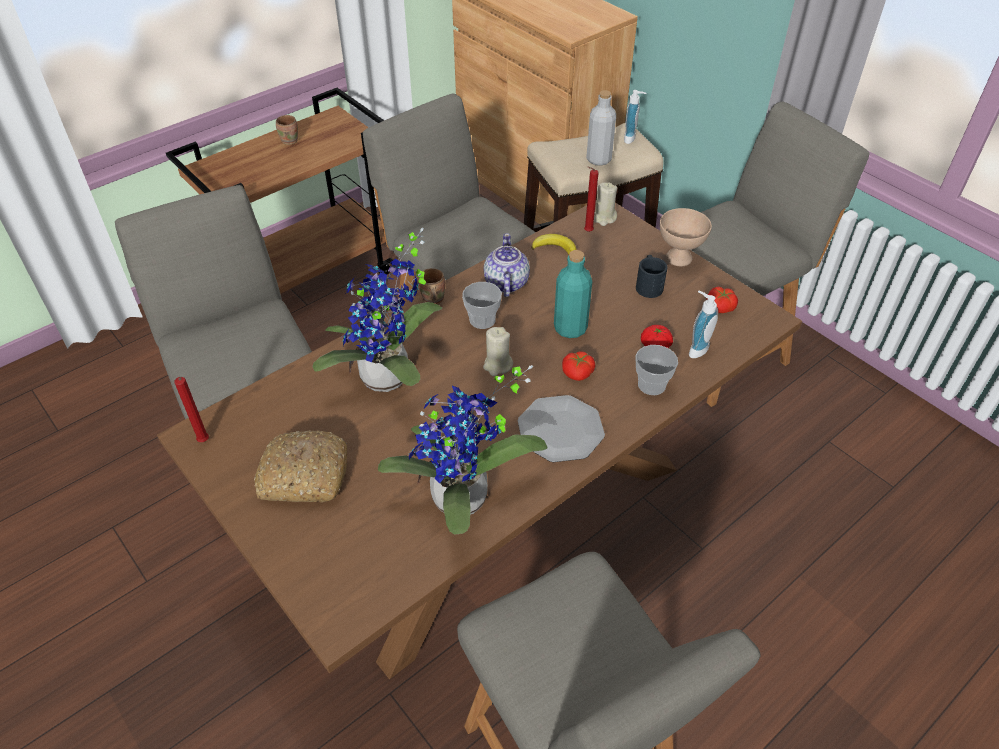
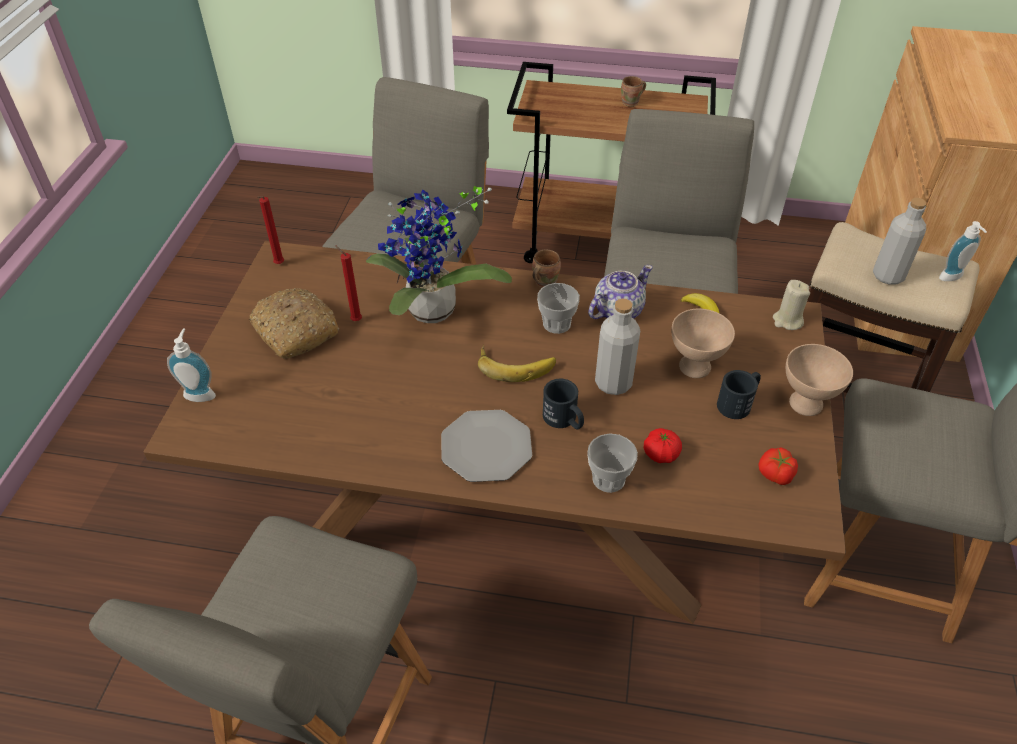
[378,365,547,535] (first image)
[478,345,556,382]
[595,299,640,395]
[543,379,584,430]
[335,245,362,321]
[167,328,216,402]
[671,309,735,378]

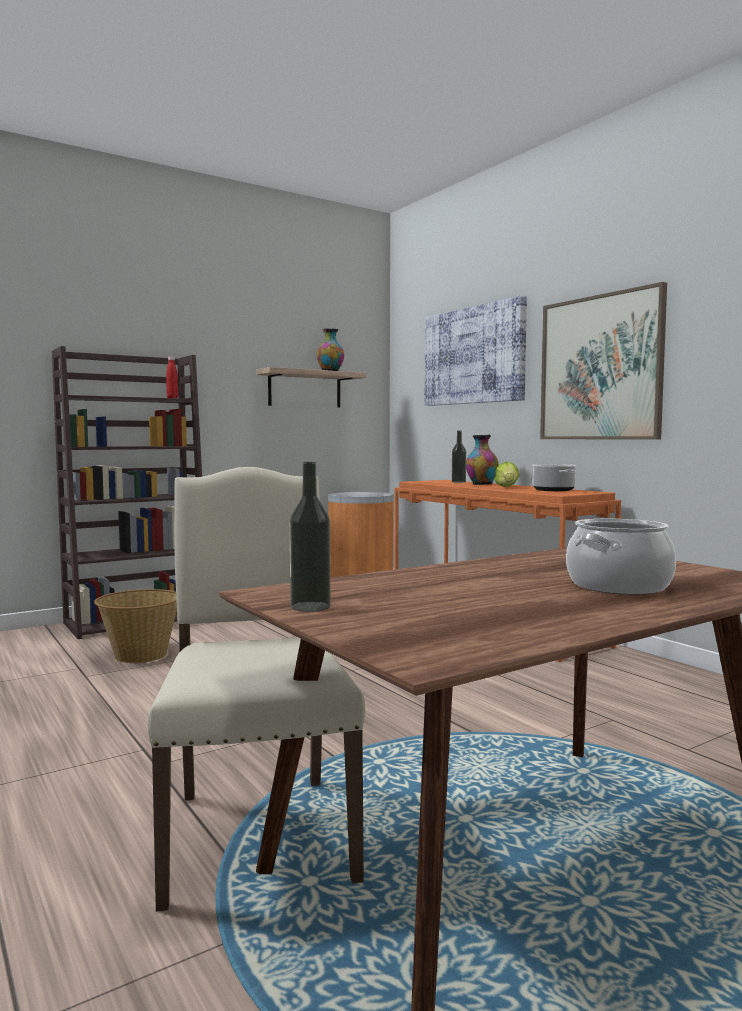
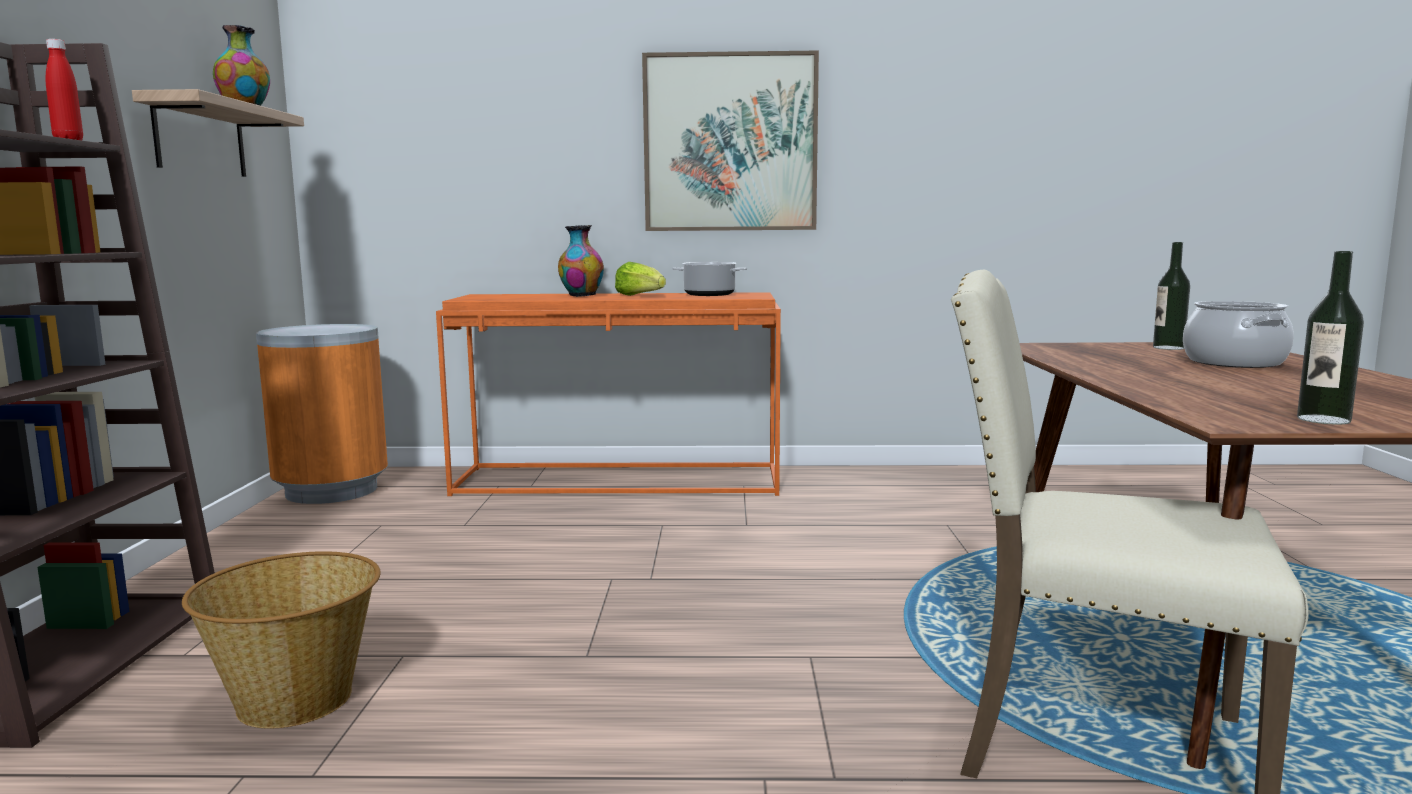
[425,296,527,406] (first image)
[1153,242,1190,350]

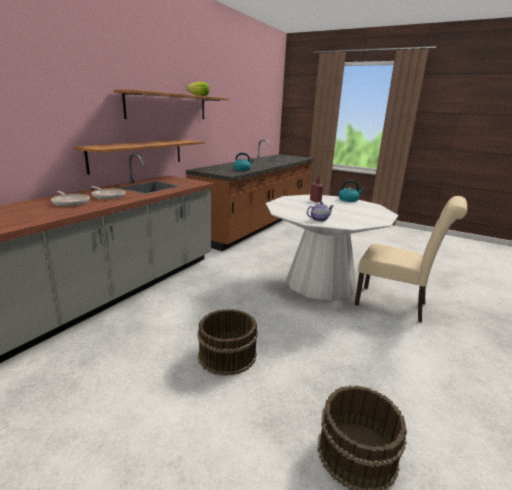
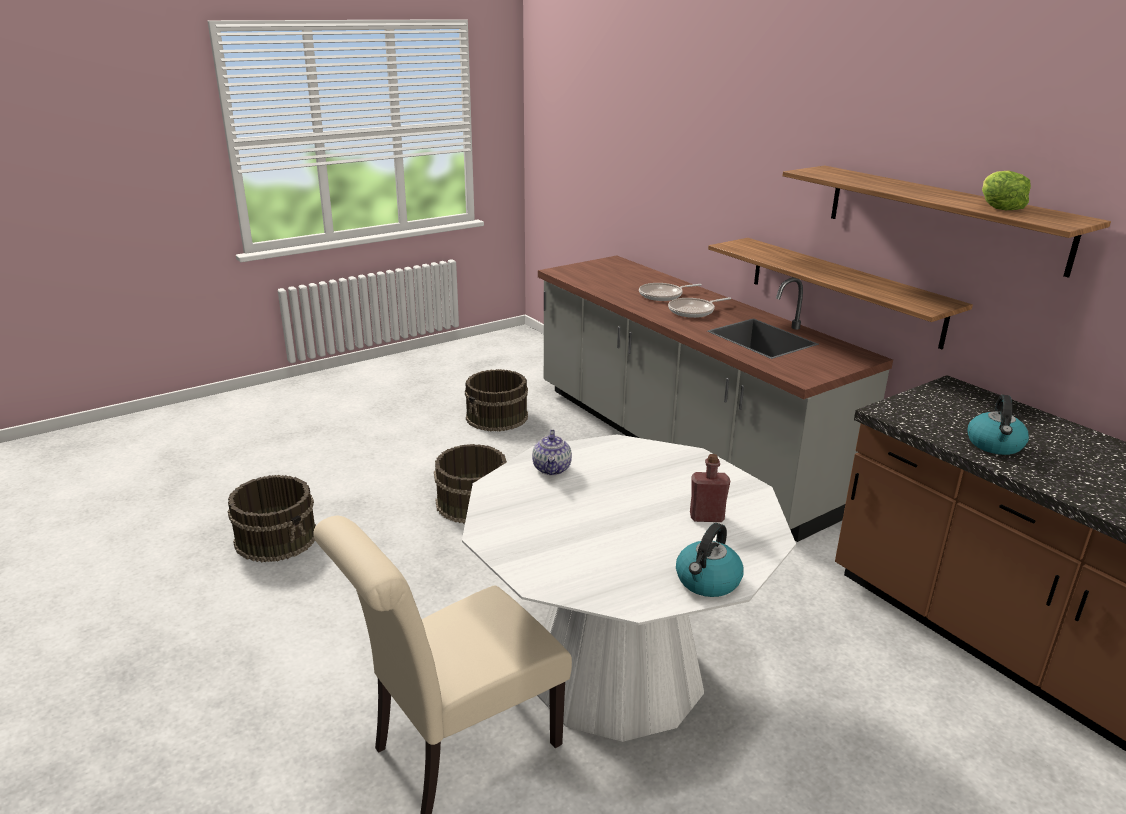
[465,369,528,431]

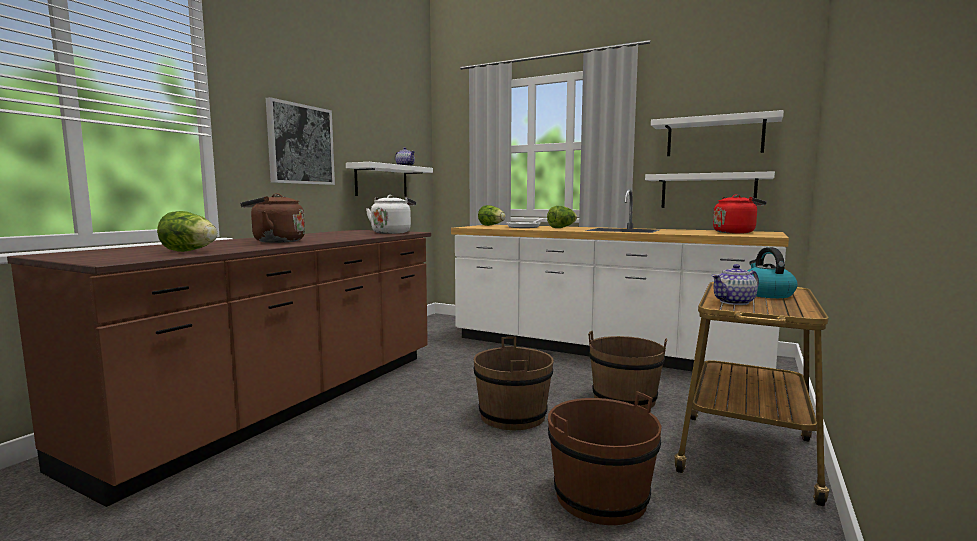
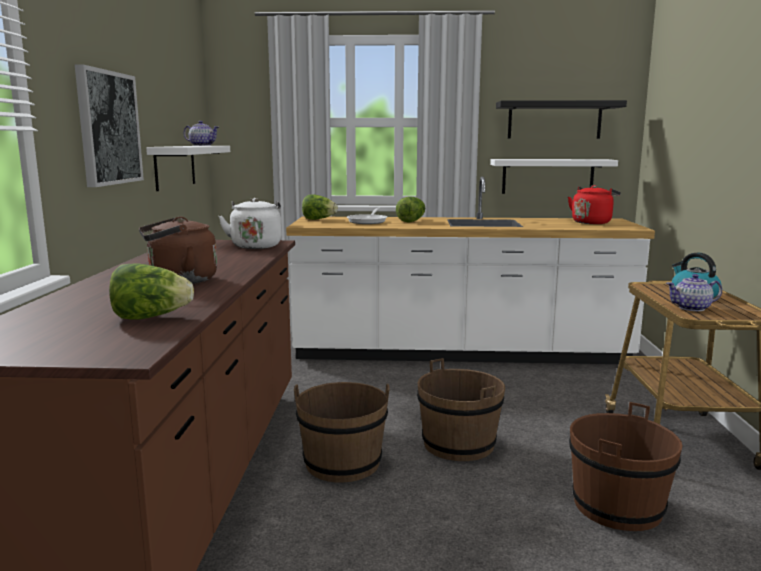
[294,382,390,482]
[496,100,627,139]
[666,274,722,311]

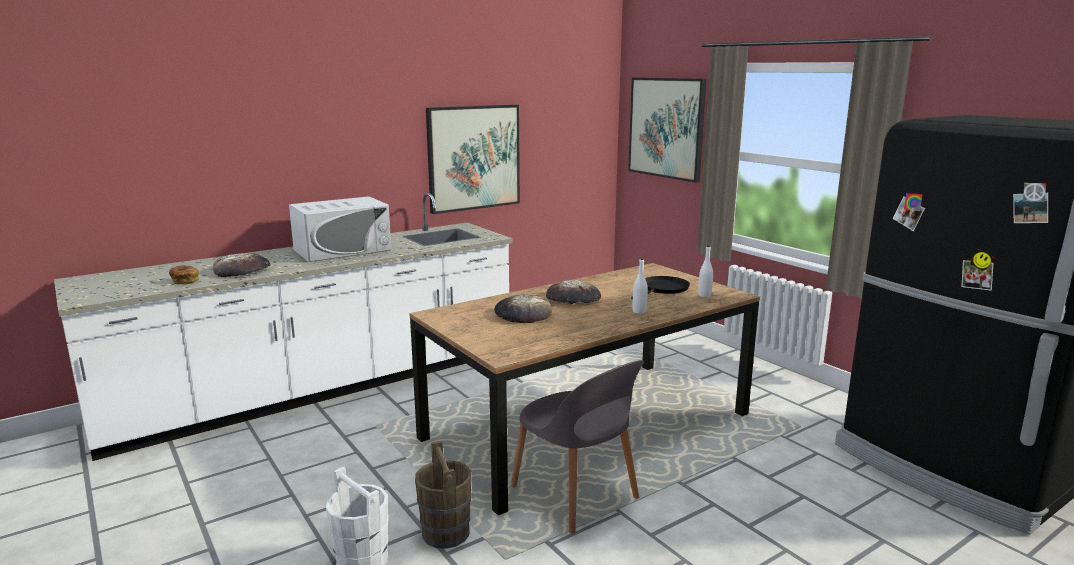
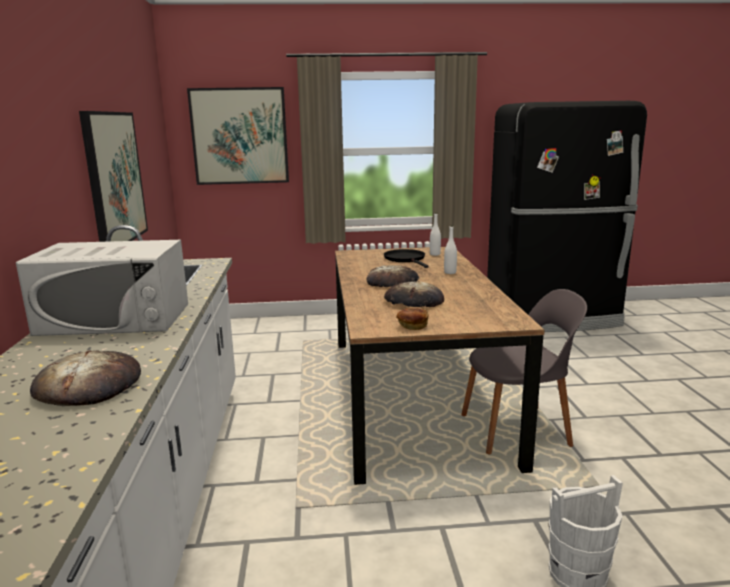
[396,308,429,330]
[16,240,188,336]
[415,441,472,549] (first image)

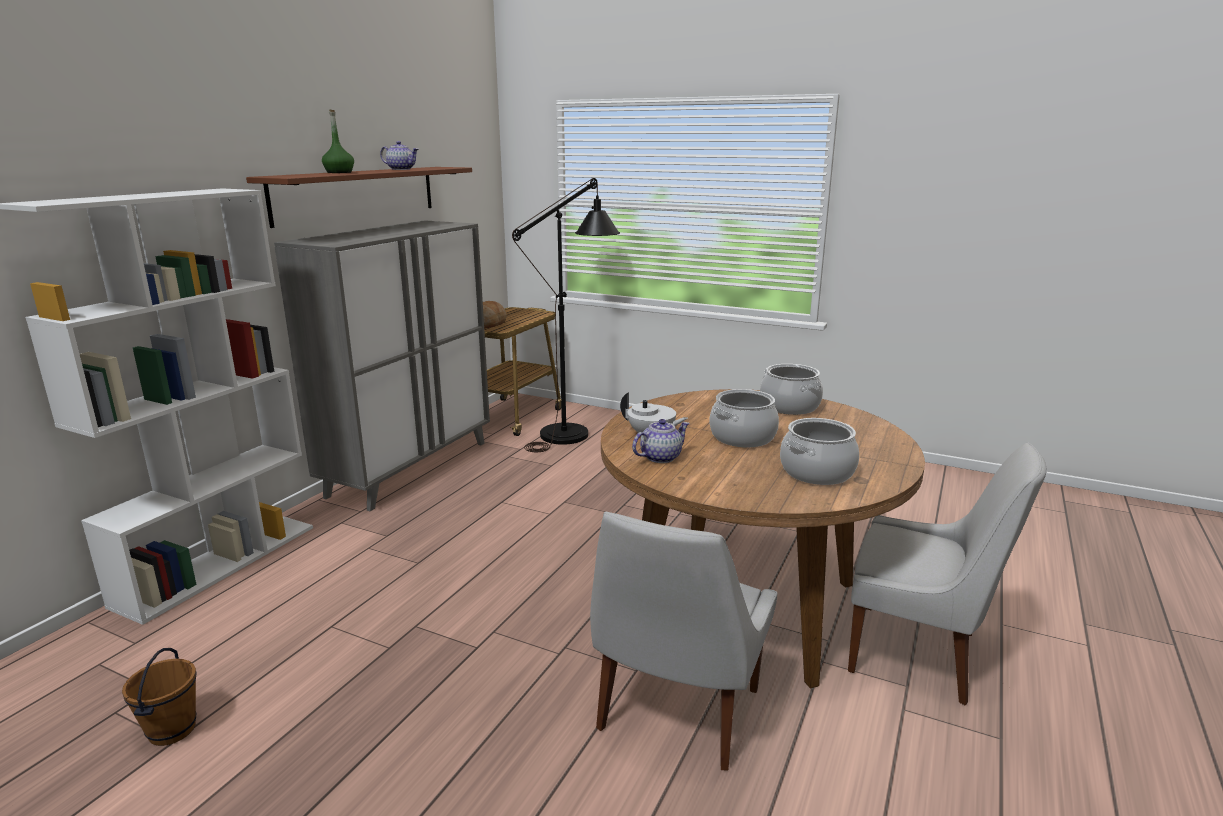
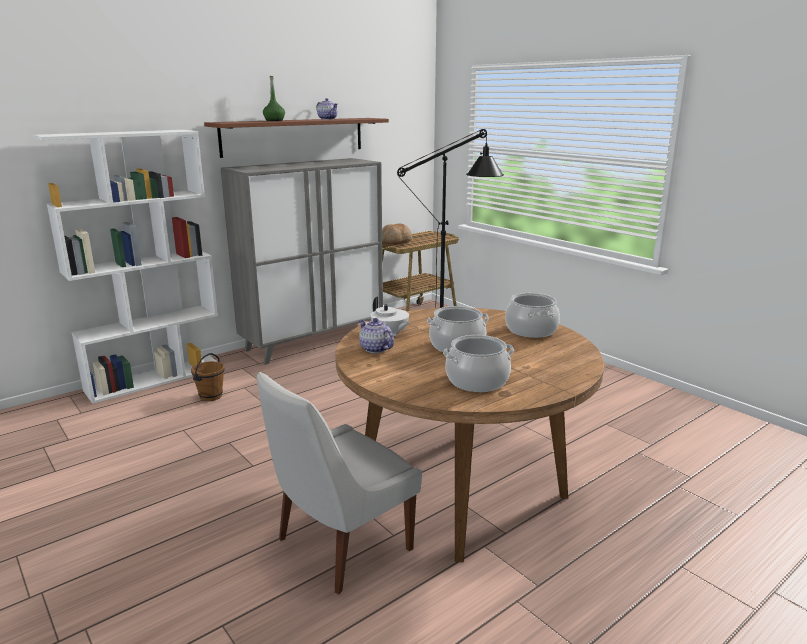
[191,353,225,401]
[359,318,394,353]
[848,442,1047,705] (first image)

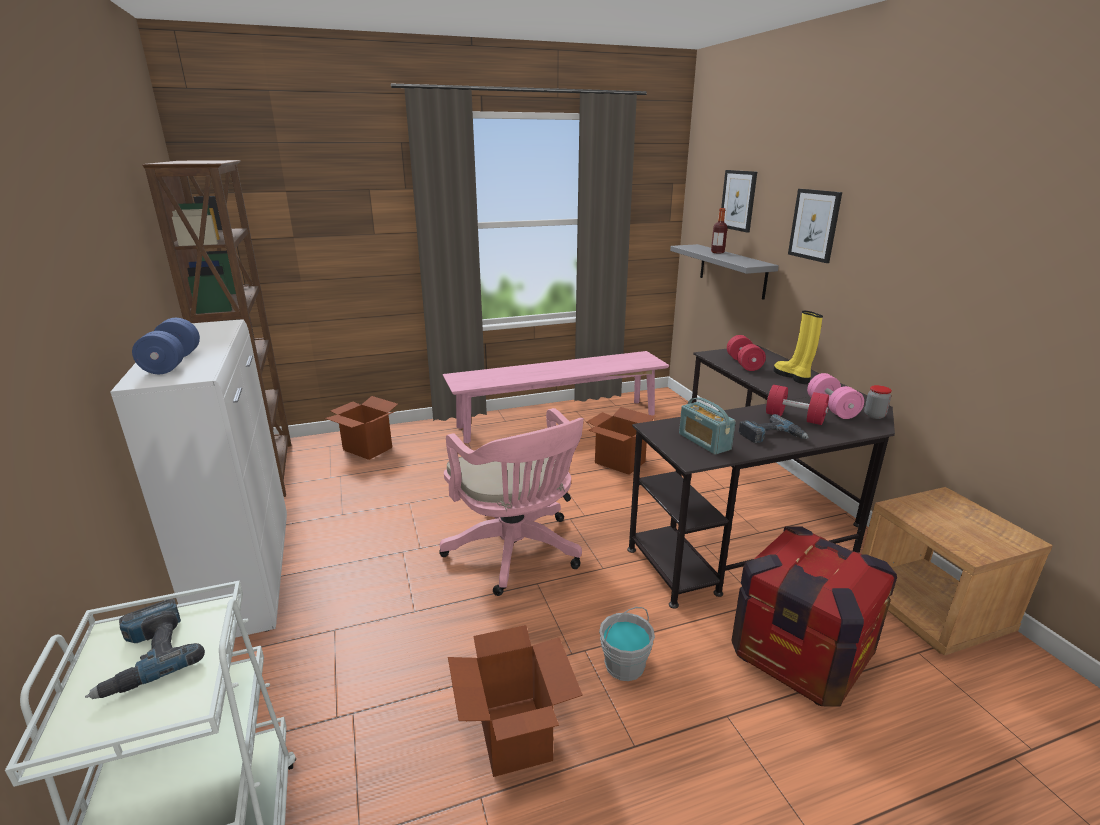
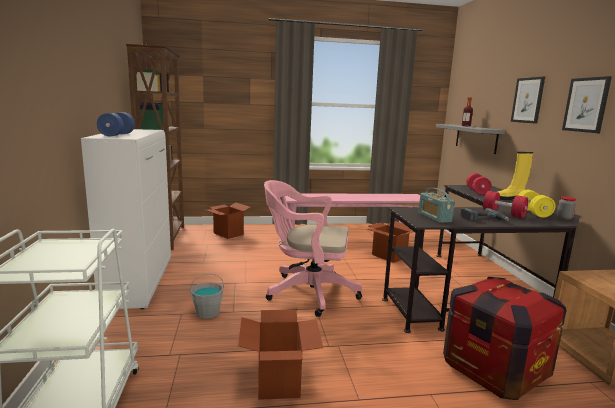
[85,599,205,699] (first image)
[264,180,362,317]
[190,274,224,319]
[562,76,612,133]
[498,152,533,200]
[518,190,556,218]

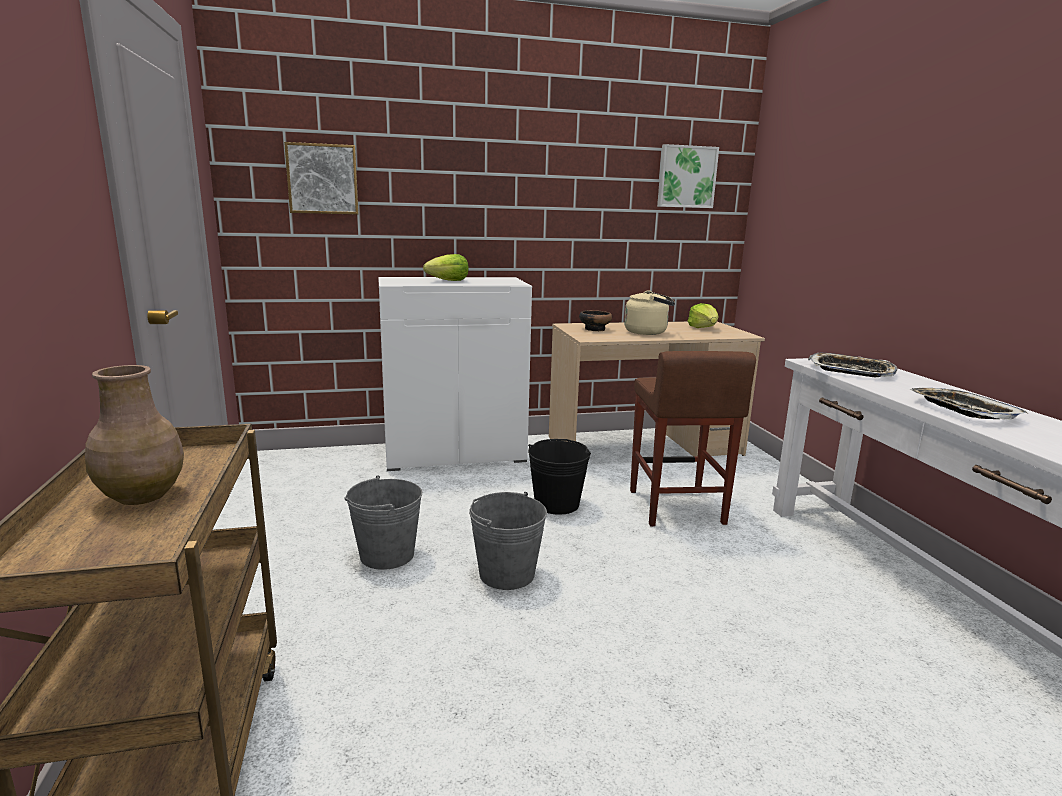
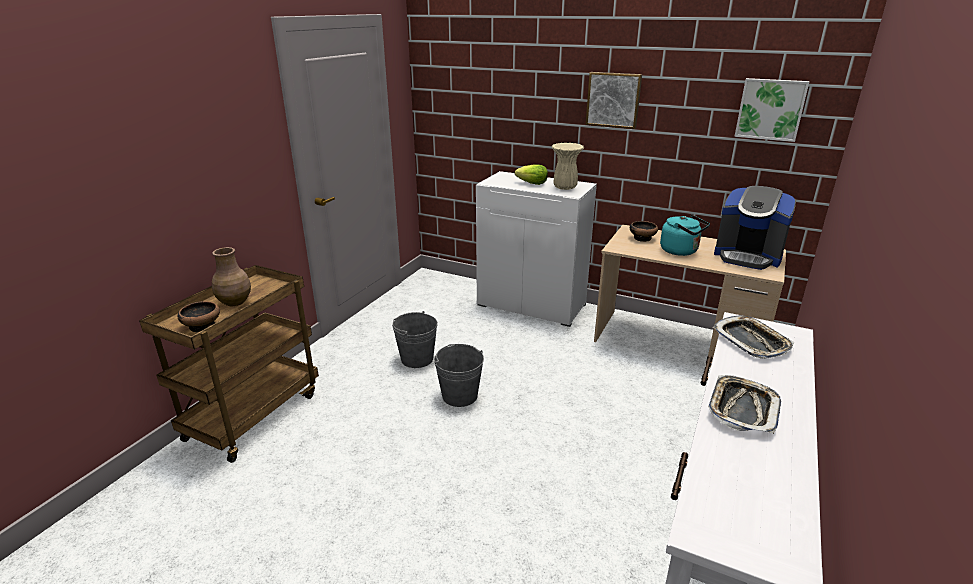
[586,72,642,129]
[528,439,591,515] (first image)
[660,215,710,256]
[630,351,756,526] (first image)
[714,186,796,270]
[178,301,220,332]
[552,143,584,190]

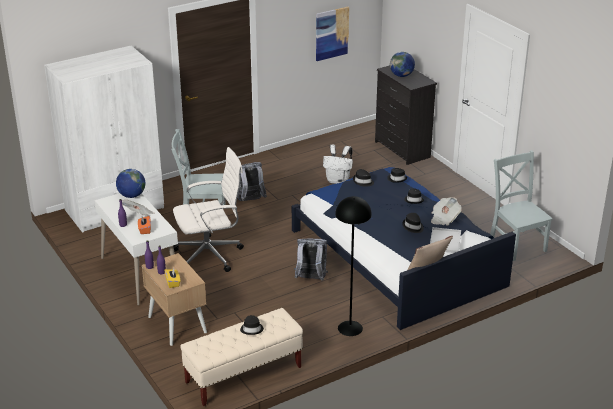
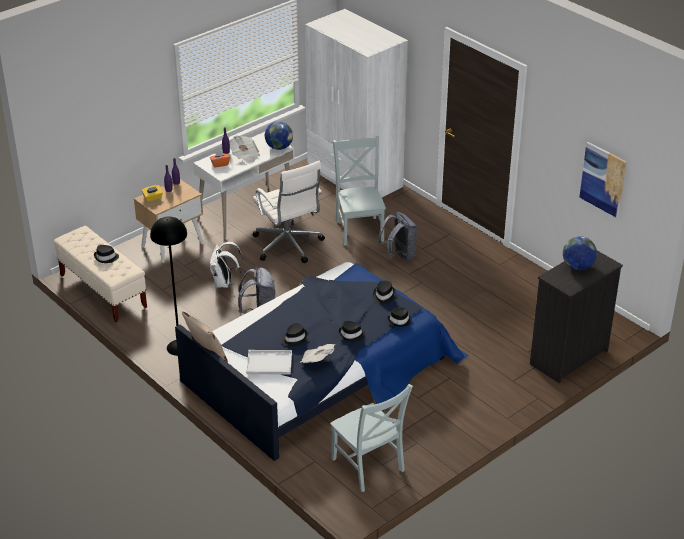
[210,242,243,288]
[330,384,413,492]

